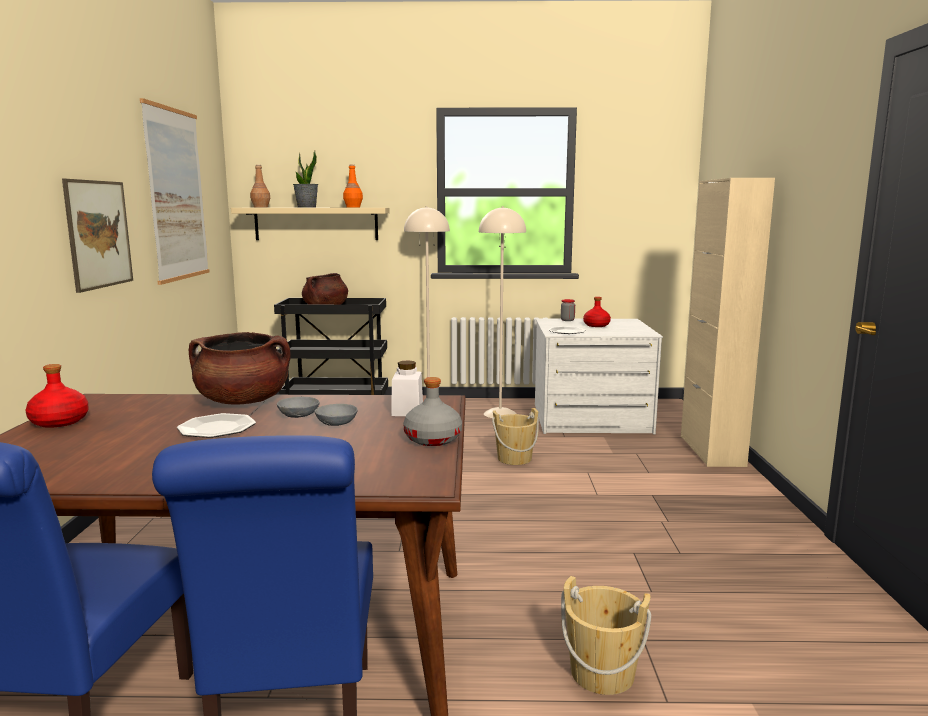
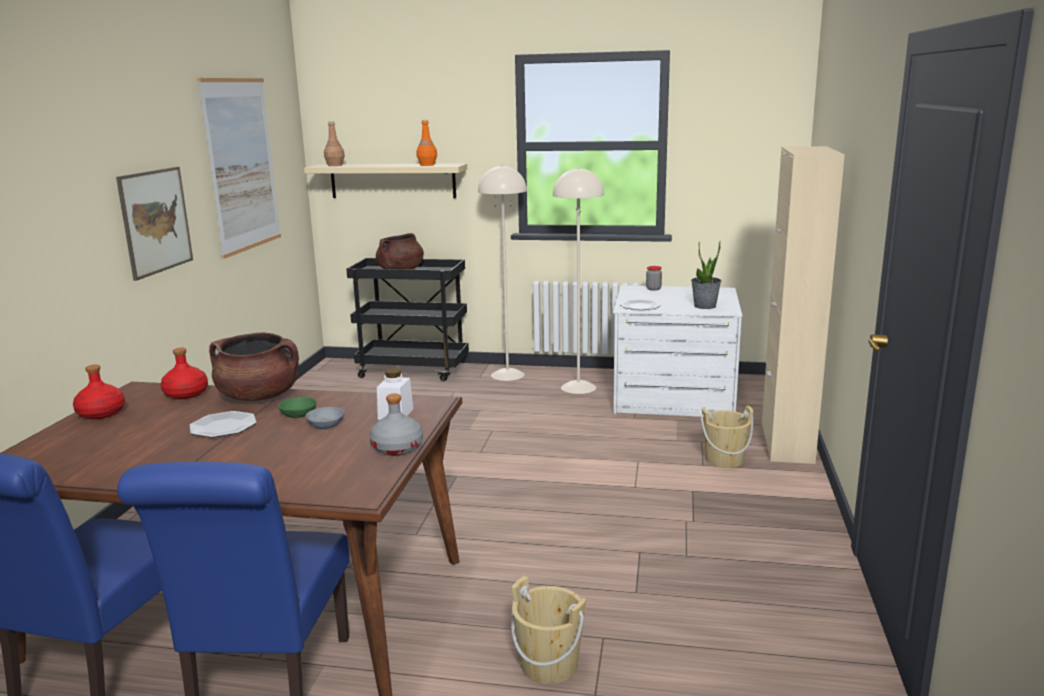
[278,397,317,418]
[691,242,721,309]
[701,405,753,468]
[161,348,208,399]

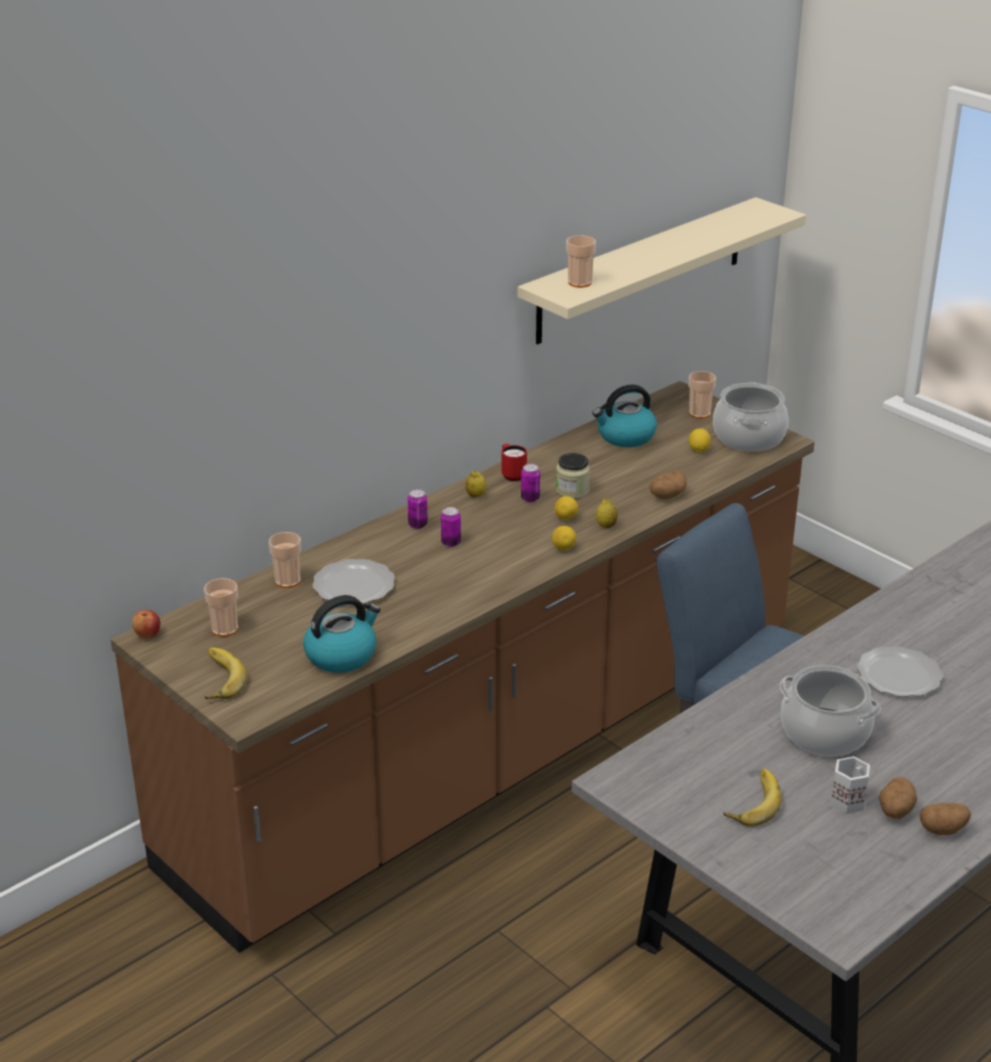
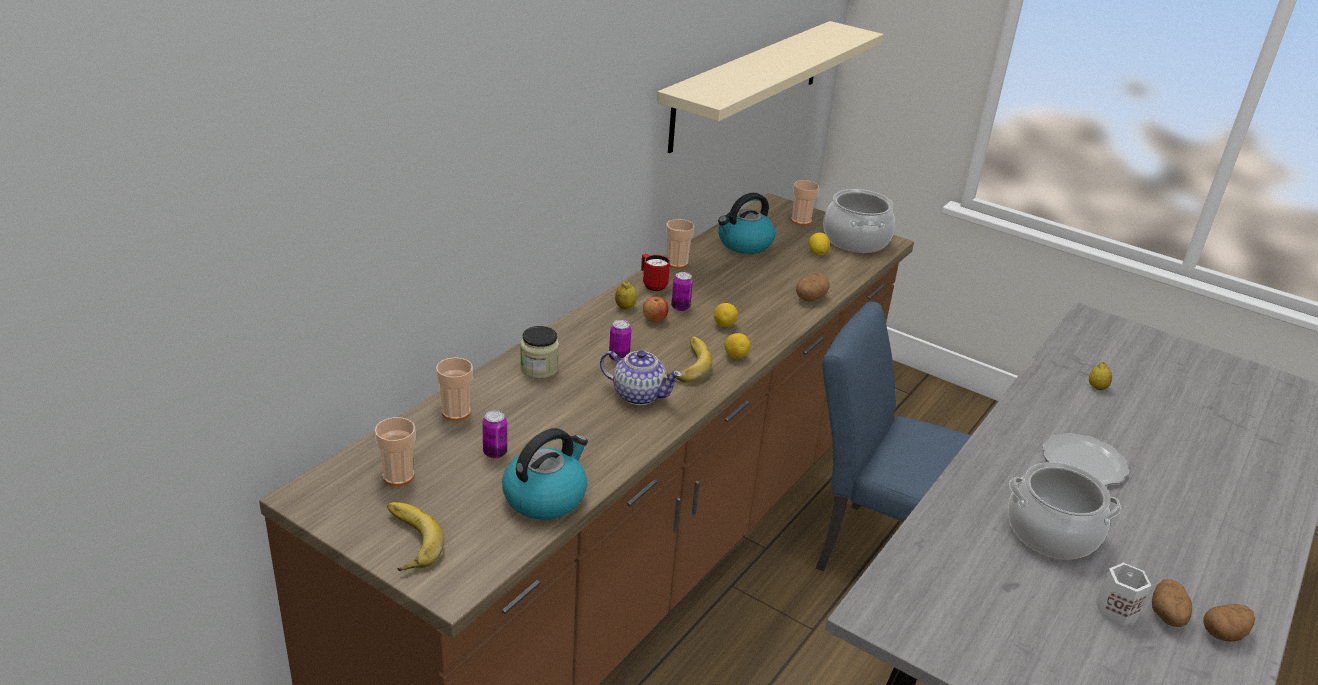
[643,296,669,322]
[312,559,395,604] (first image)
[482,410,507,458]
[520,326,559,379]
[666,219,694,268]
[1089,362,1112,390]
[666,337,713,383]
[600,350,682,405]

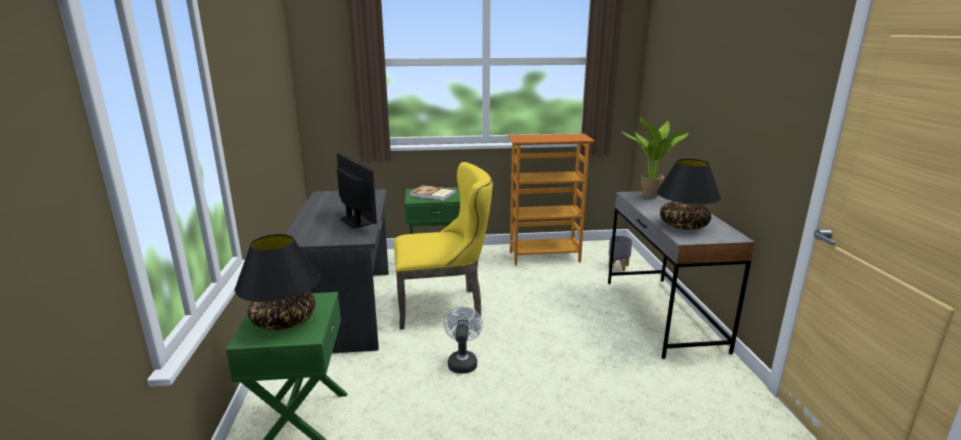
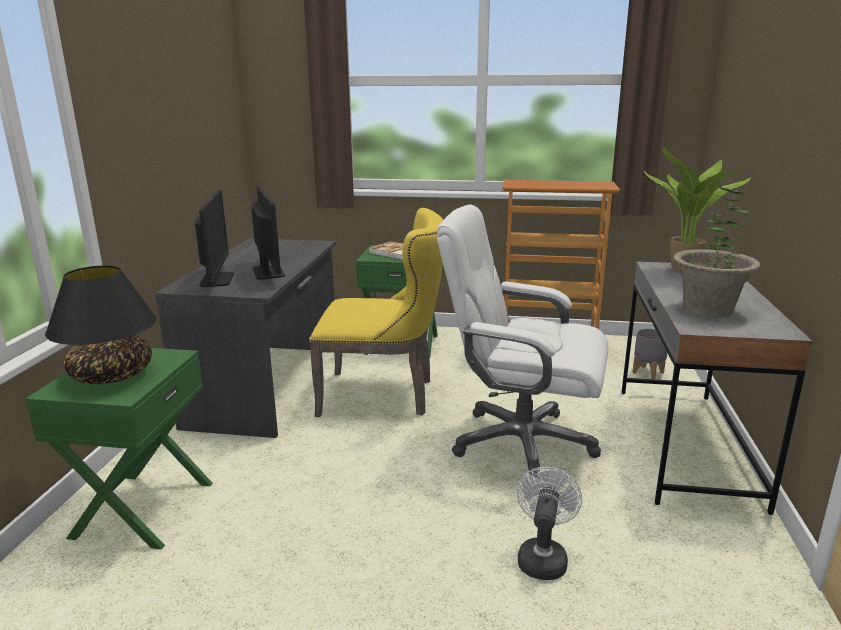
[516,467,582,580]
[673,188,761,318]
[195,190,234,287]
[437,204,608,480]

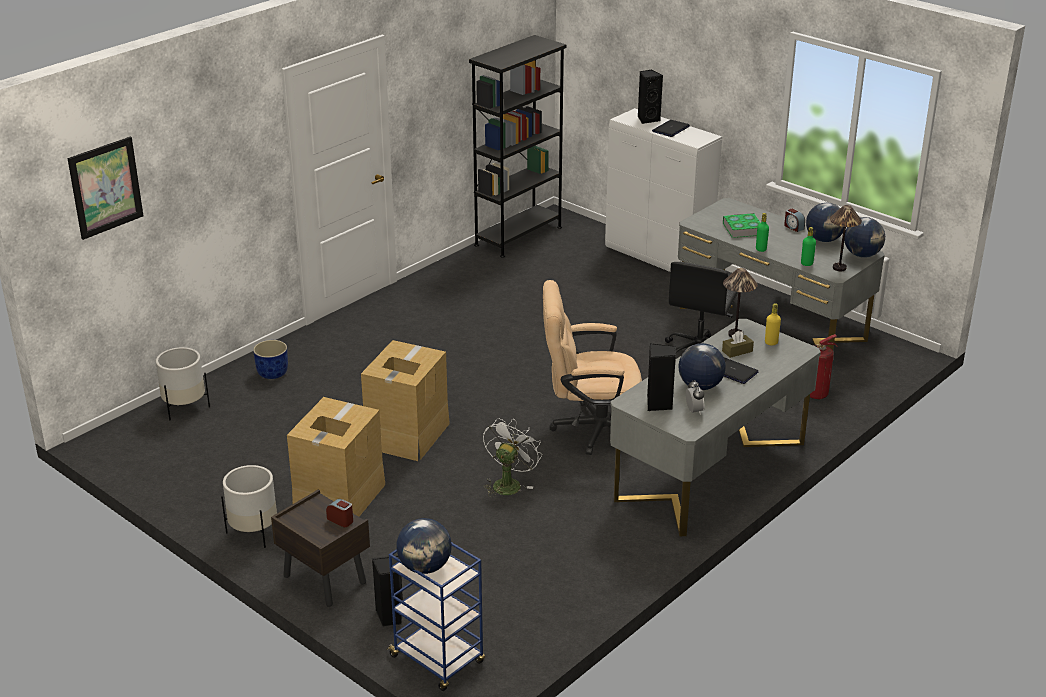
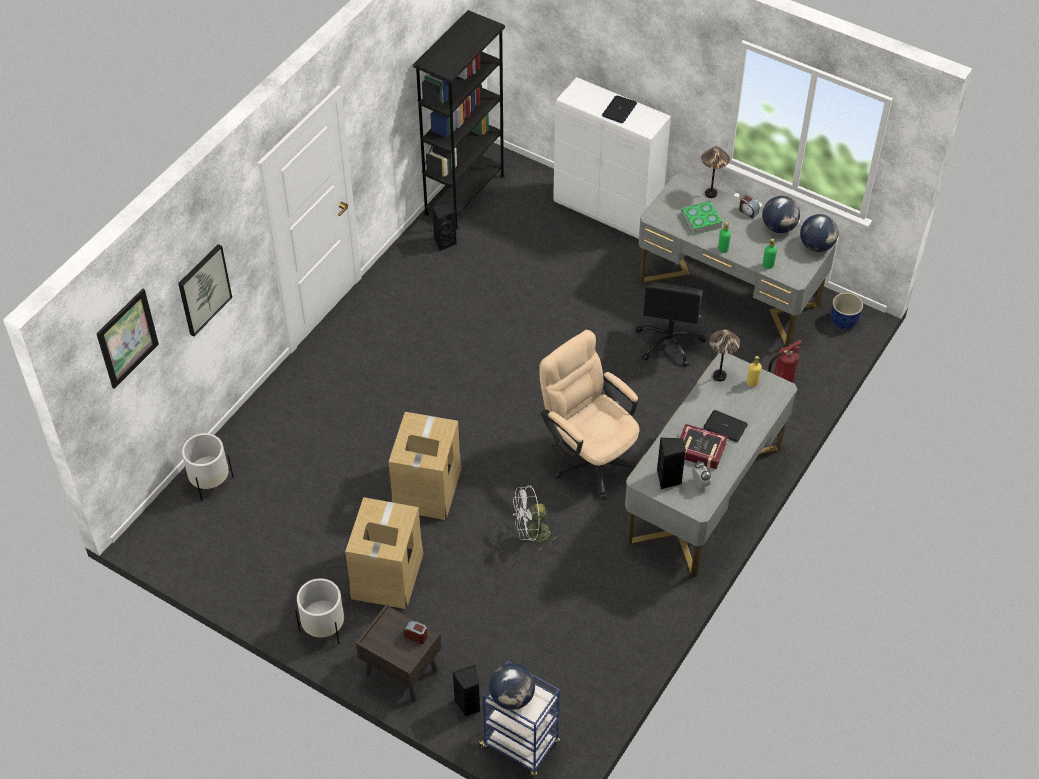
[831,293,863,329]
[513,485,559,551]
[539,330,640,500]
[433,202,457,251]
[680,424,728,469]
[722,331,754,358] (first image)
[701,146,730,198]
[178,244,232,336]

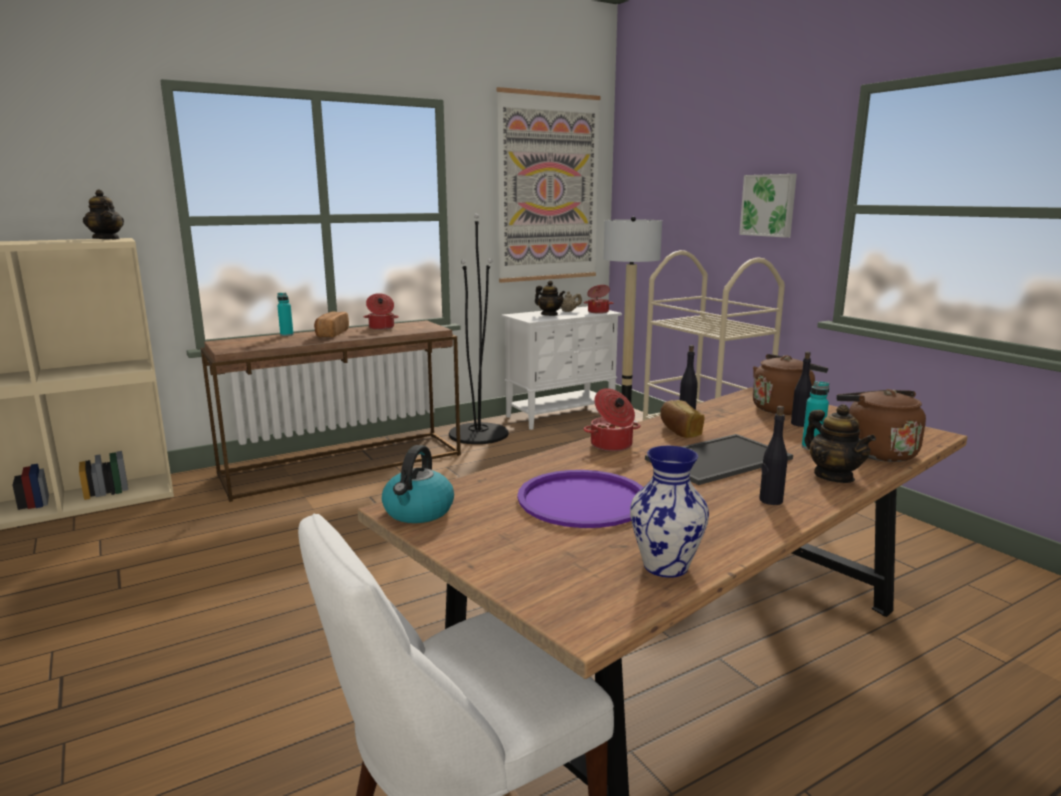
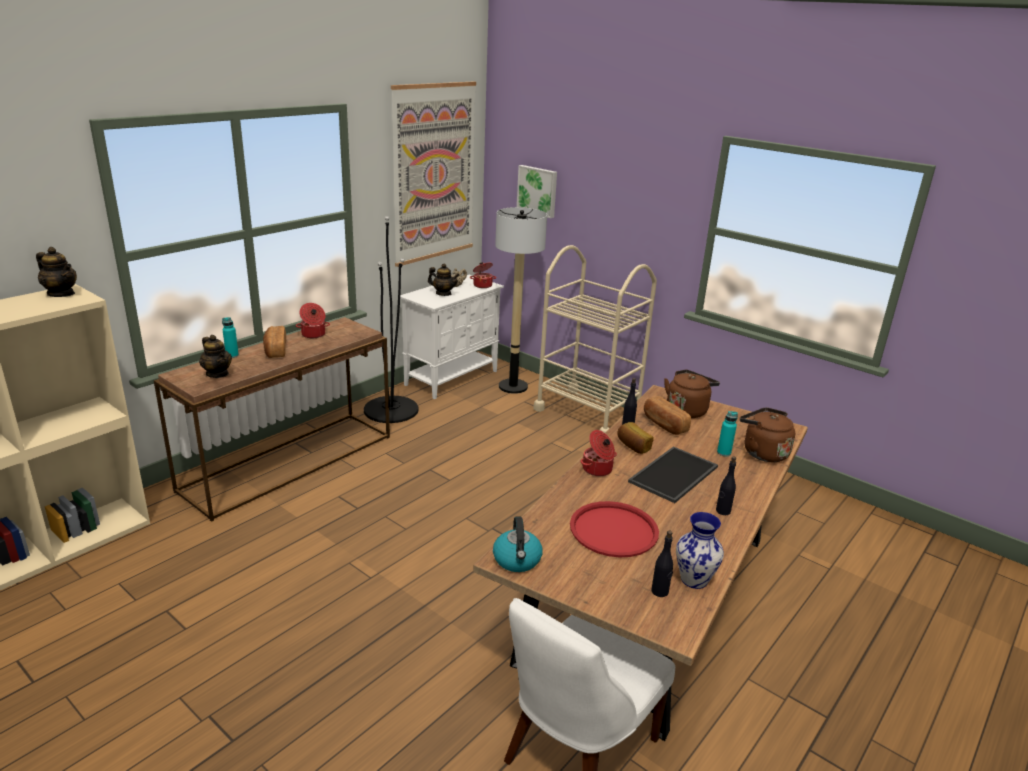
[570,501,659,557]
[517,165,557,218]
[651,530,673,597]
[199,335,232,378]
[644,396,691,435]

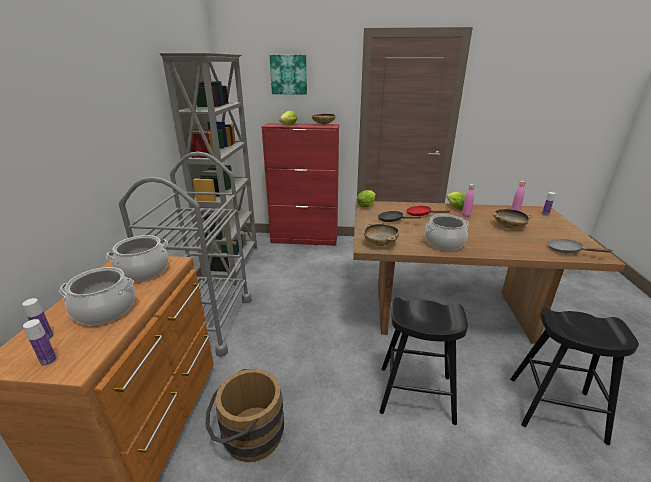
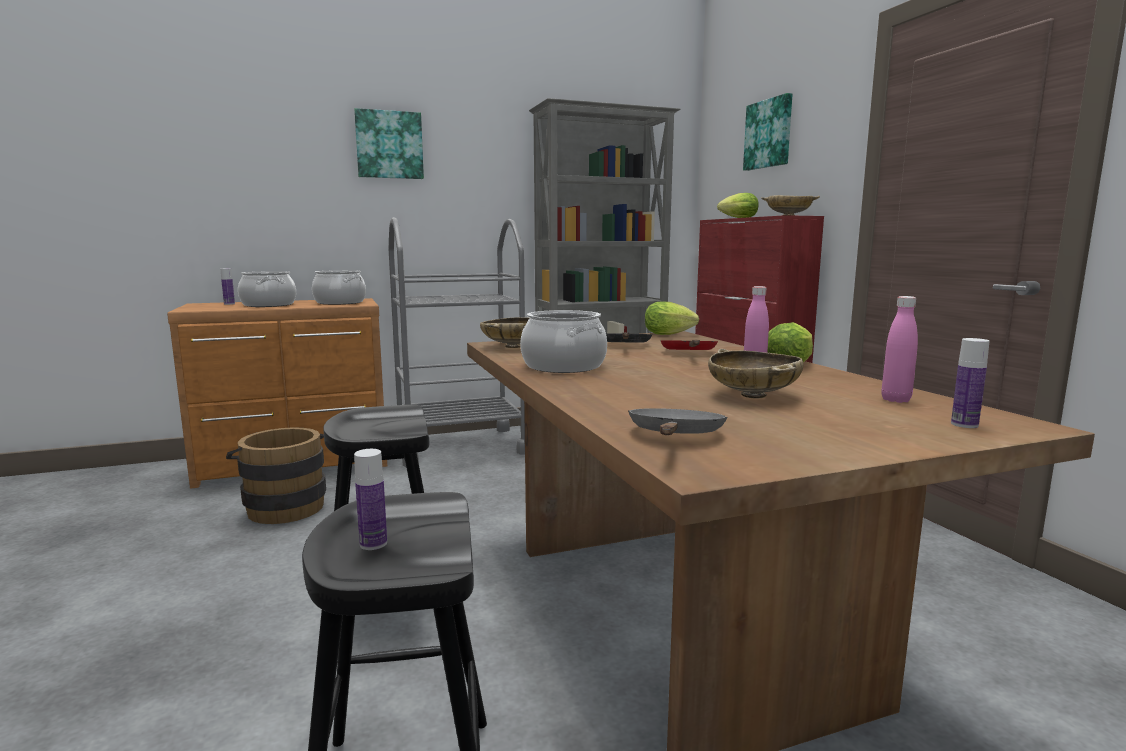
[354,449,387,550]
[354,108,424,179]

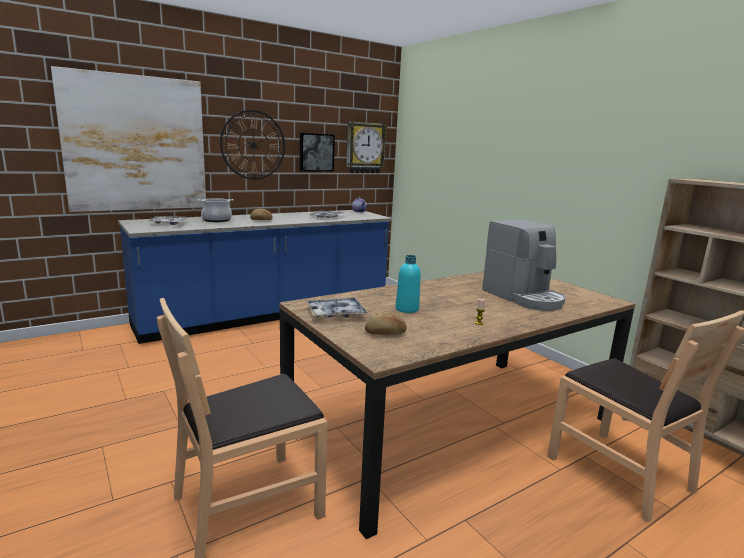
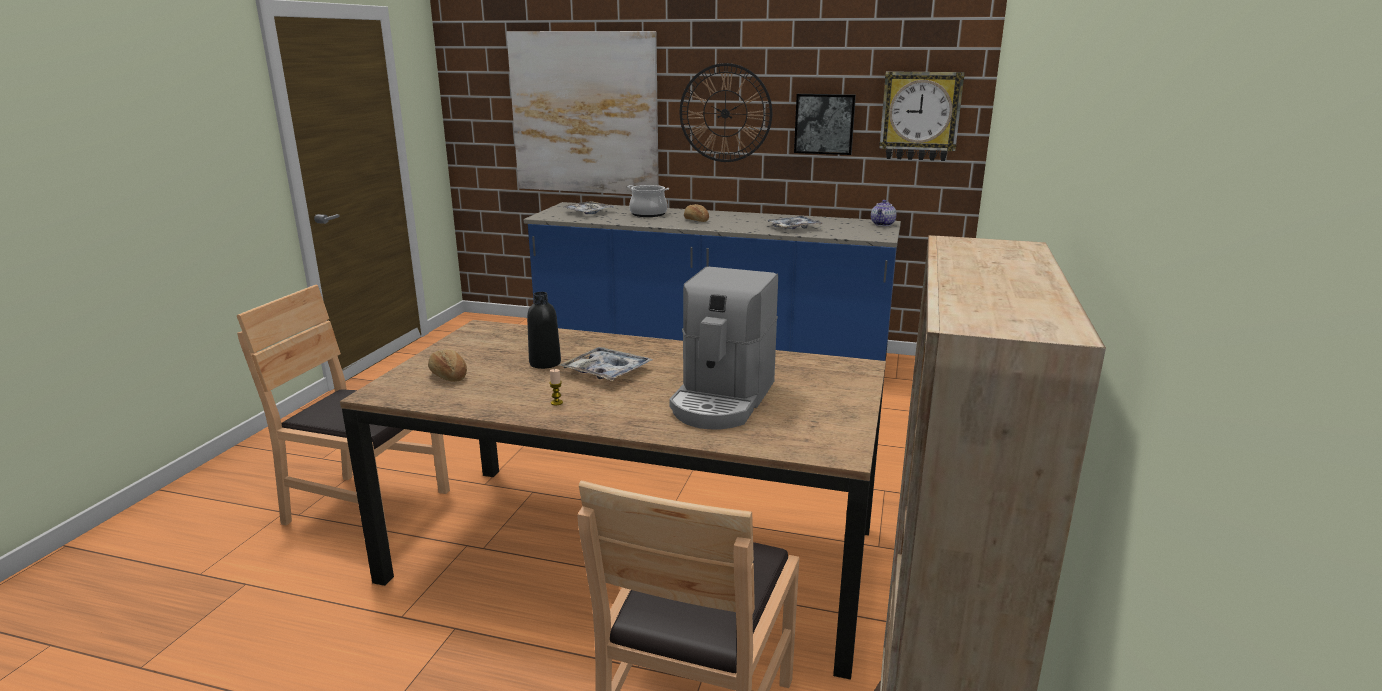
[559,347,653,381]
[527,292,561,369]

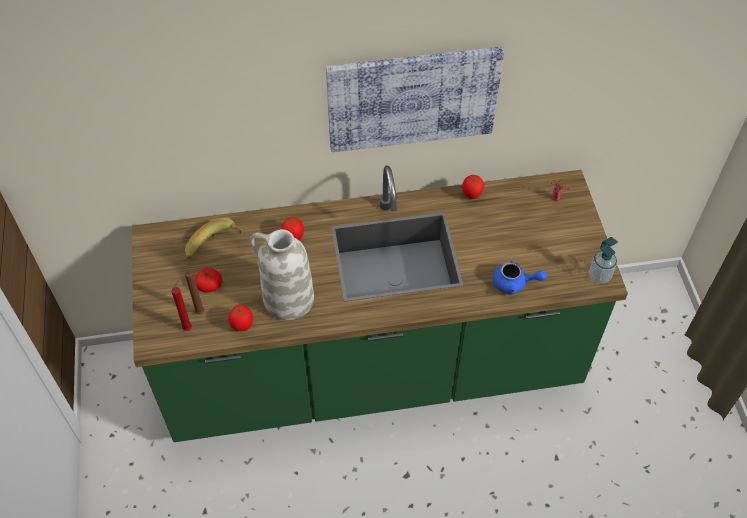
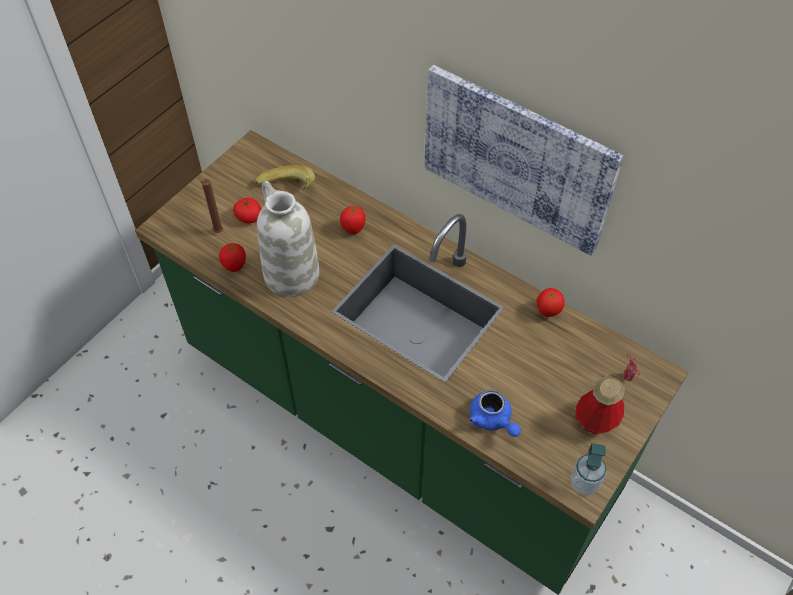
[171,280,192,331] (first image)
[575,376,625,434]

